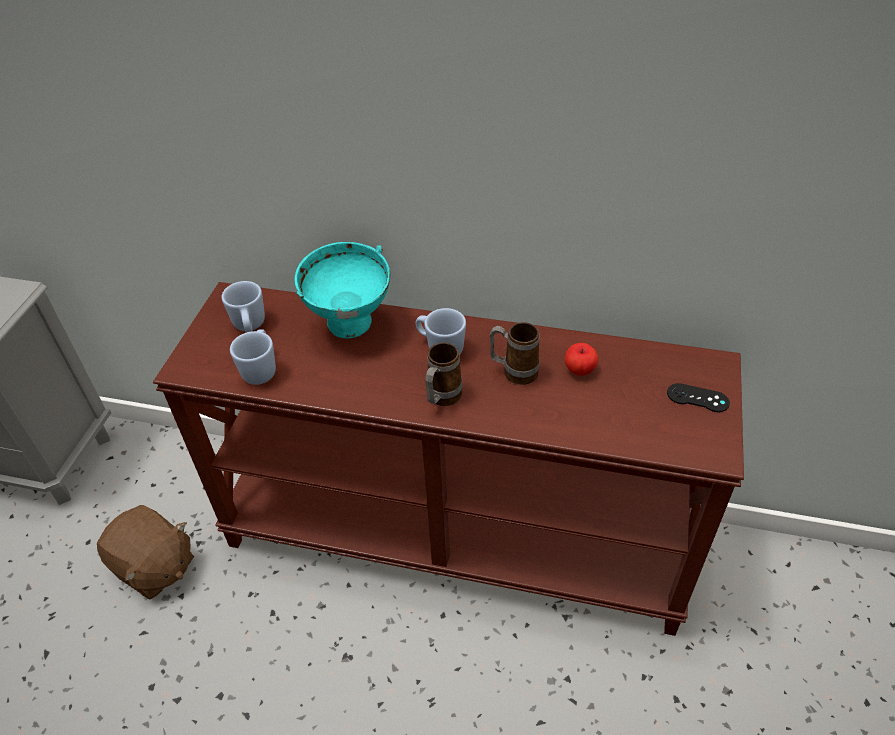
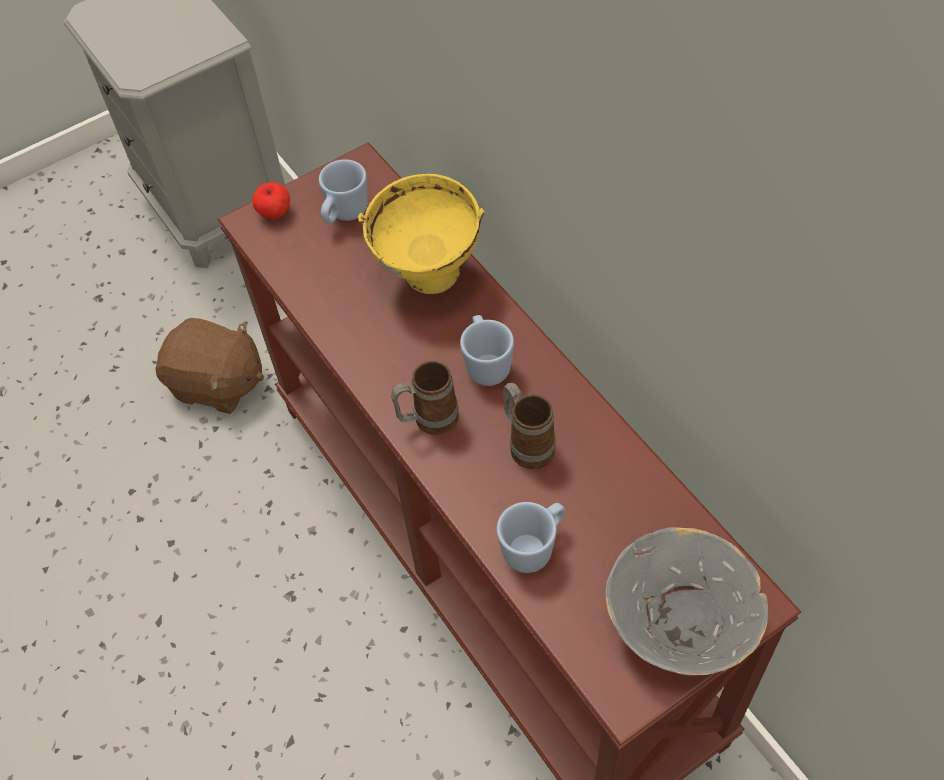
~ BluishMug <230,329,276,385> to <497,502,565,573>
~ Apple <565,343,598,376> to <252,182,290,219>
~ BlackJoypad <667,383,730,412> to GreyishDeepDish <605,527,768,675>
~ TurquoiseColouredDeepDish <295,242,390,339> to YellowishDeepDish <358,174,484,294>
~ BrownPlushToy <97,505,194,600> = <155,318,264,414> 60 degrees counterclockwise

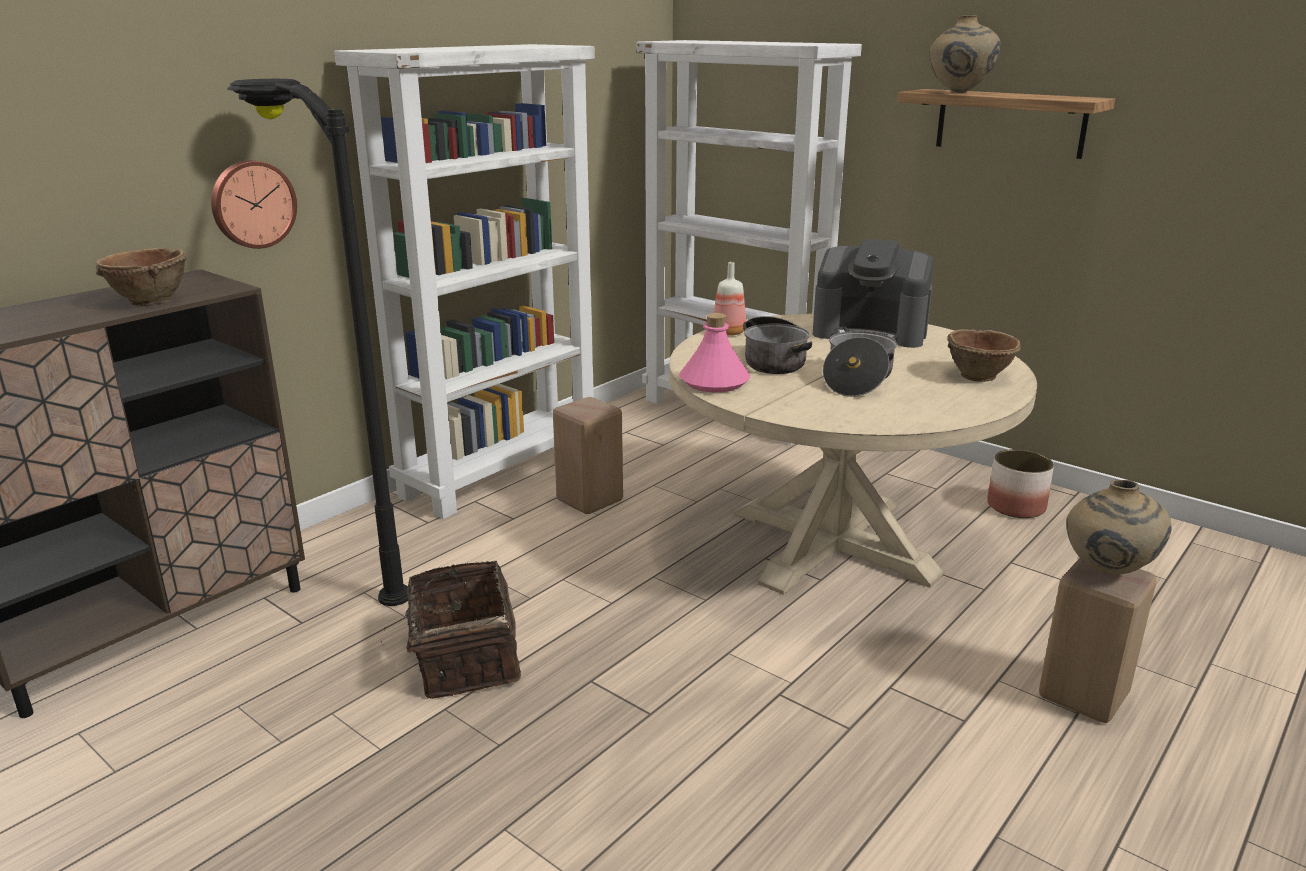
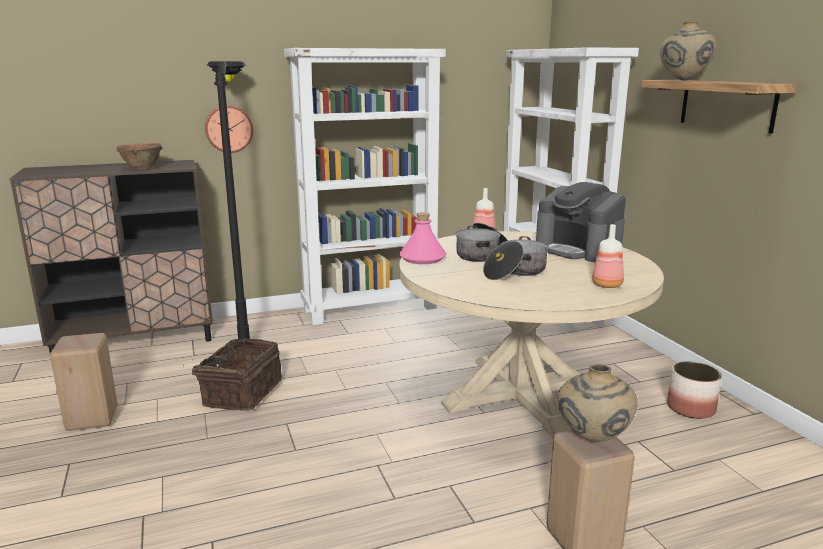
~ BeigeStool <553,397,623,514> to <50,333,118,431>
~ BrownDeepDish <947,329,1021,382> to Bottle <592,224,624,288>

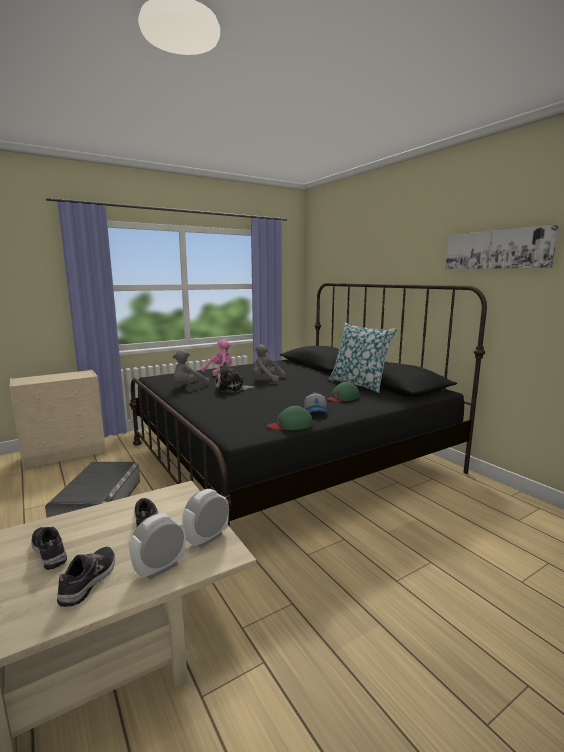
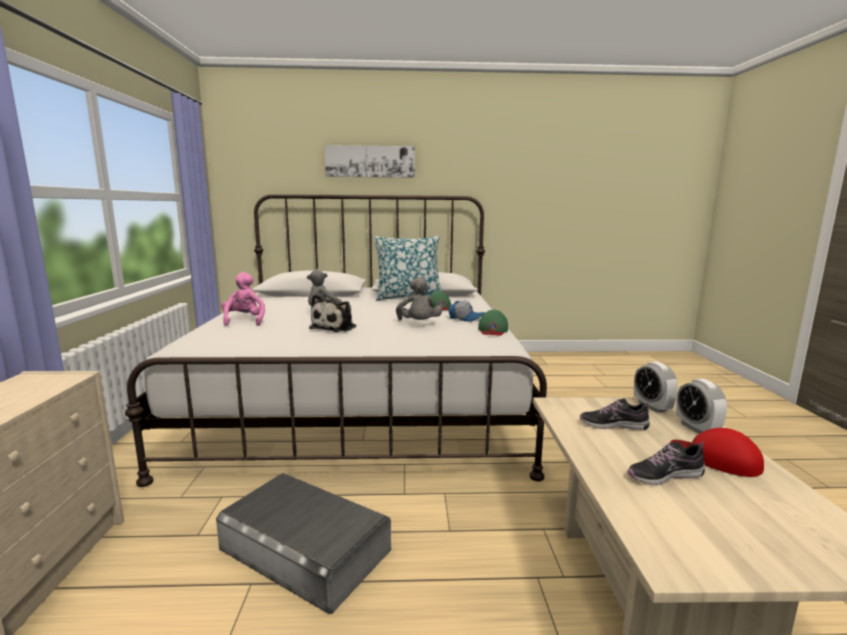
~ GreyishPlushToy <173,350,210,384> to <396,277,442,320>
~ Picture <446,225,559,269> to <325,145,415,178>
~ LowShoe <57,547,115,607> to RedPeakedCap <671,428,764,477>
~ BlackBedroomBed <129,283,487,527> to WhiteBedroomBed <125,194,547,487>

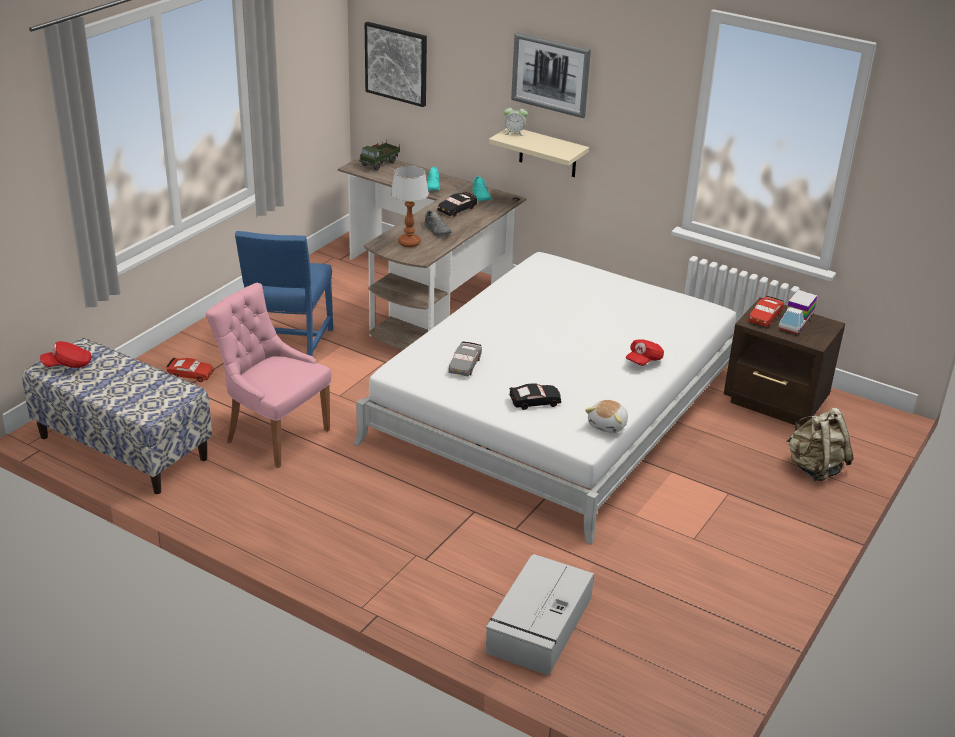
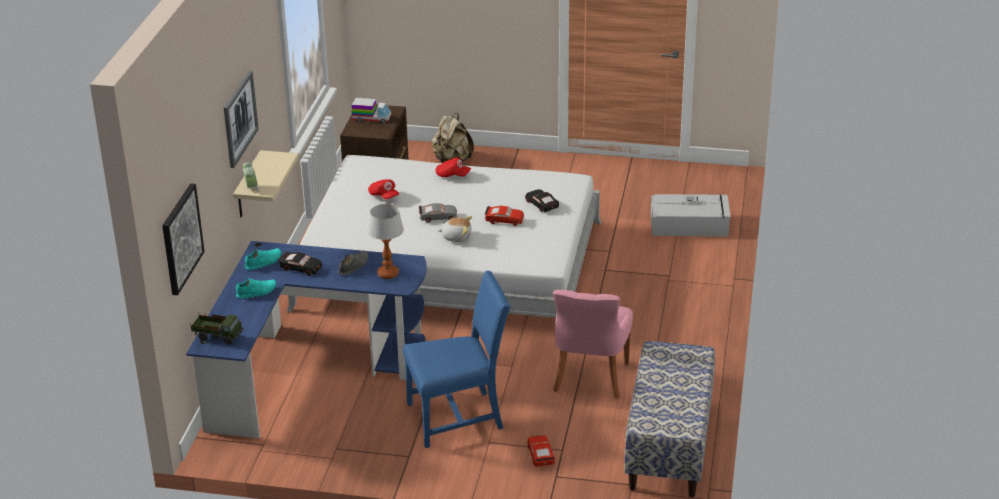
~ RedPeakedCap <40,341,91,368> to <368,179,399,199>
~ GreyishModelCar <448,341,482,376> to <419,203,457,223>
~ PlushToy <585,400,628,433> to <438,216,472,242>
~ RedModelCar <748,295,784,327> to <485,206,524,226>
~ BrownDesk <338,157,527,350> to BluishDesk <186,241,427,438>

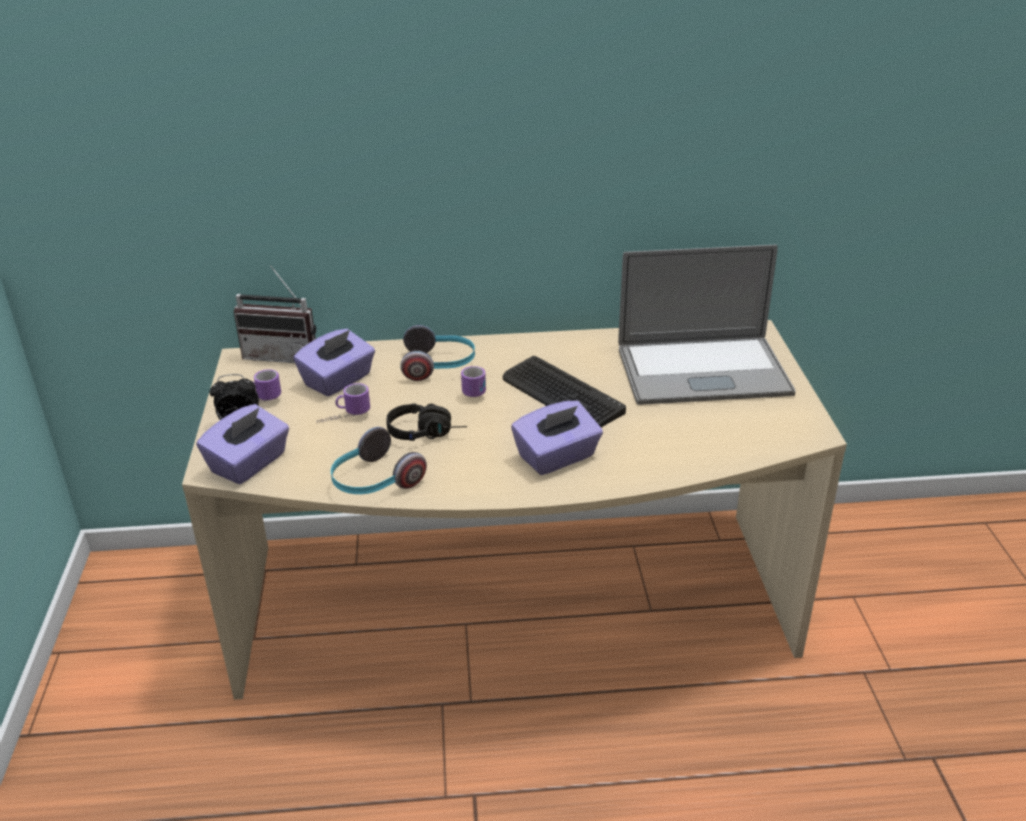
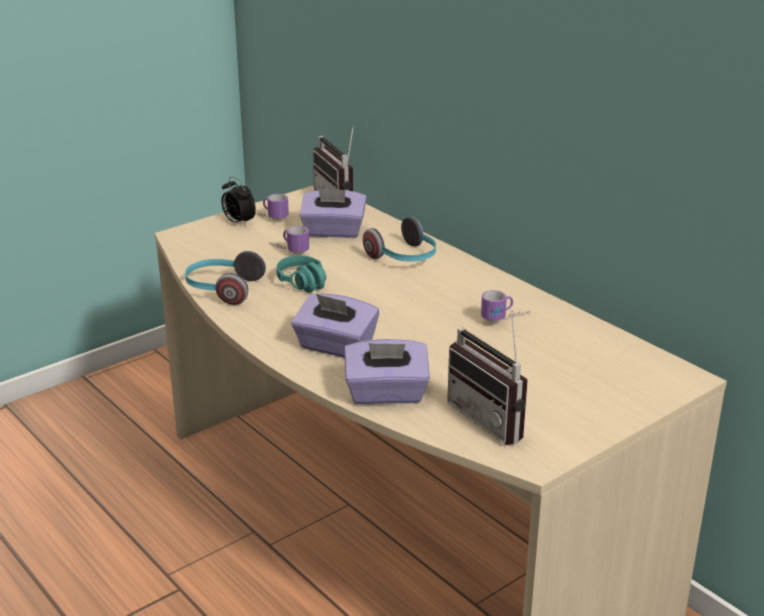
- Keyboard <503,356,626,427>
- NotebookComputer <618,245,796,405>
+ RadioReceiver <447,310,528,445>
~ PurpleColouredTissueHolder <197,404,289,484> to <344,339,430,405>
~ Mug <461,366,486,397> to <481,290,530,321>
~ BlackHeadset <386,403,467,441> to TurquoiseColouredHeadset <276,255,326,293>

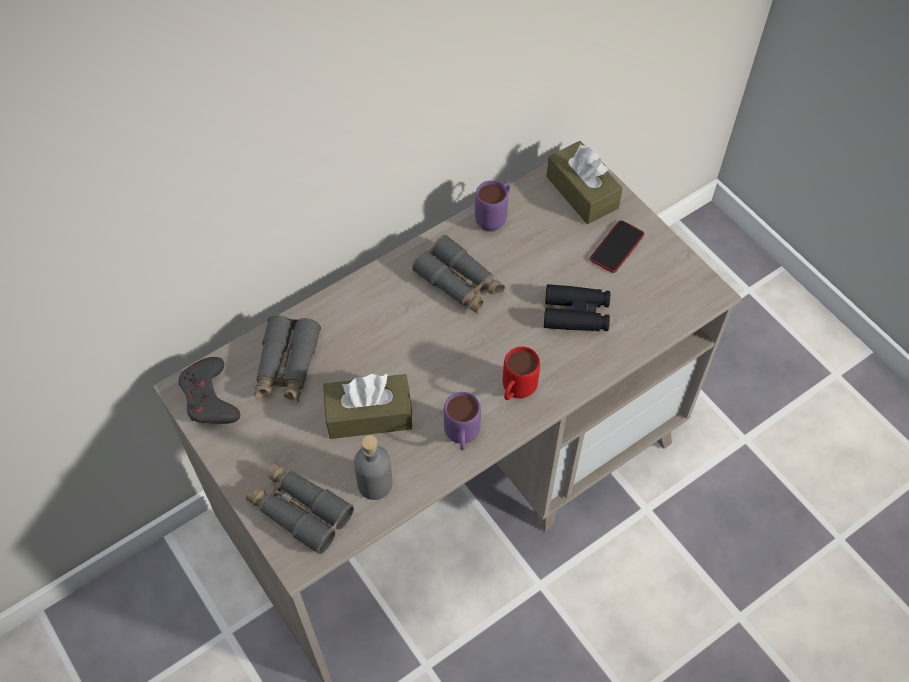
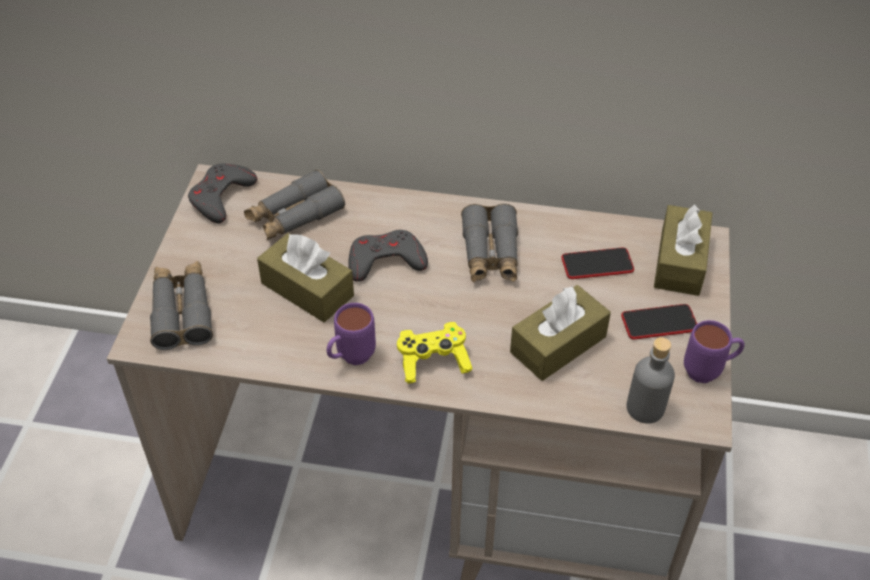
+ GreyishJoypad <348,230,428,282>
+ Telephone <561,247,634,279>
~ GreyishBottle <354,435,392,500> to <626,337,675,424>
~ PurpleColouredMug <475,180,510,232> to <684,320,745,383>
~ RedMug <503,347,540,400> to YellowishJoypad <397,322,473,384>
~ BlackBinoculars <544,284,610,331> to BrownTissueHolder <510,285,611,381>

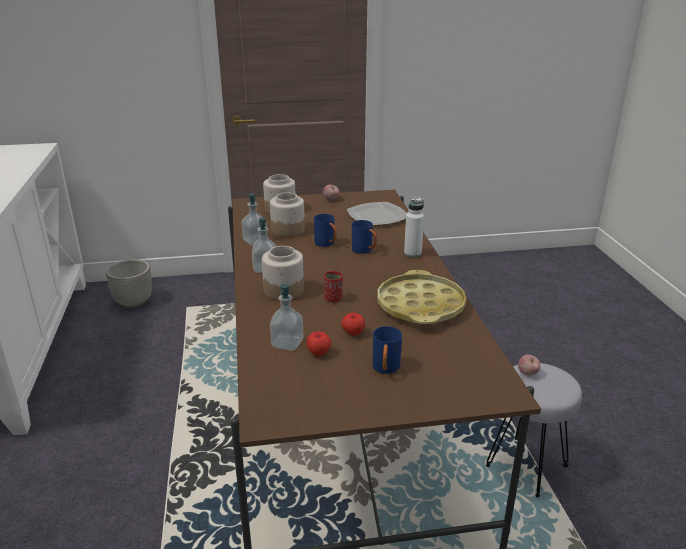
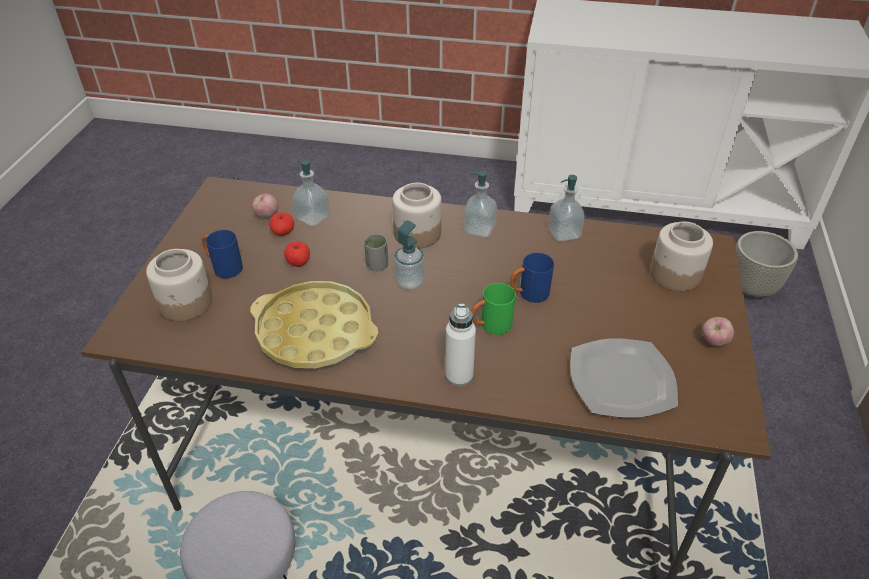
+ SoapBottle <394,220,425,289>
~ Jar <270,192,305,237> to <146,249,212,321>
~ Apple <518,355,540,375> to <252,193,279,218>
~ RedDrinkingCup <324,271,343,302> to GreyishDrinkingCup <364,234,388,271>
~ BluishMug <352,220,377,254> to GreenishMug <472,283,516,335>

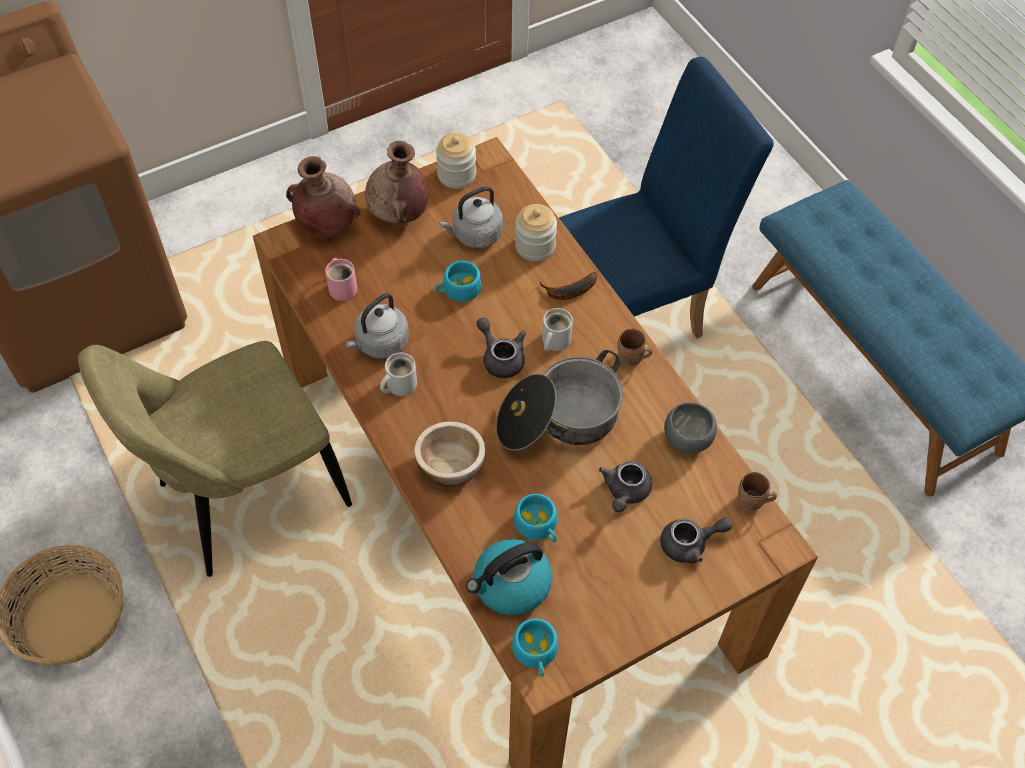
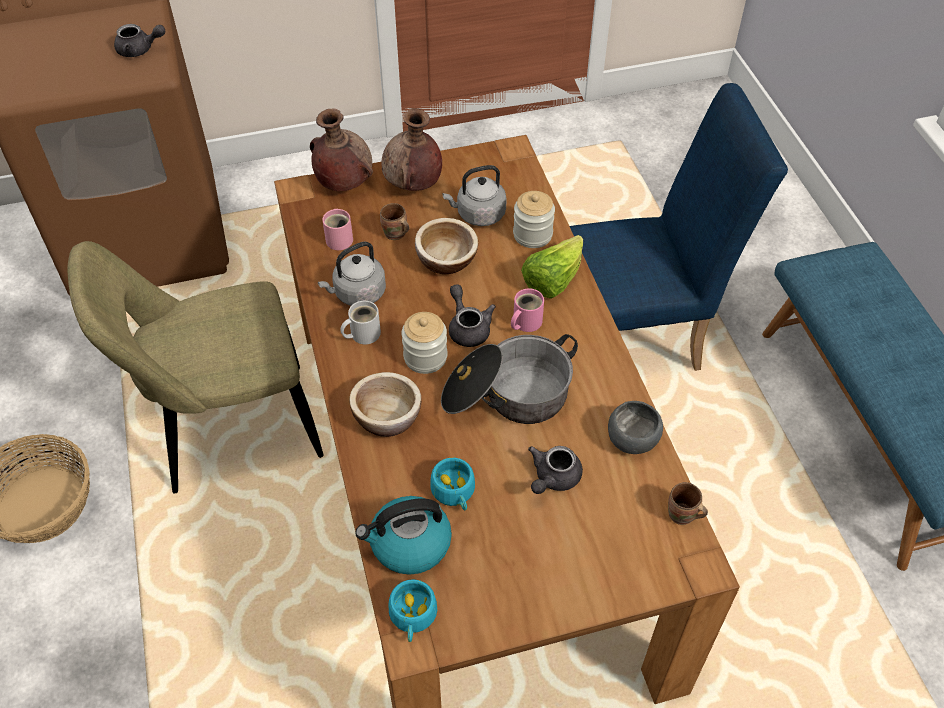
~ Jar <436,133,476,189> to <401,312,447,374>
~ BrownMug <618,328,652,367> to <380,203,409,240>
~ GreyishTeaPot <660,518,732,564> to <114,24,165,57>
~ TurquoiseColouredDrinkingCup <435,261,482,302> to DeepDish <415,218,478,274>
~ BananaFruit <540,272,597,300> to HeadOfLettuce <521,235,583,299>
~ WhiteMug <542,308,573,352> to PinkMug <511,288,544,332>

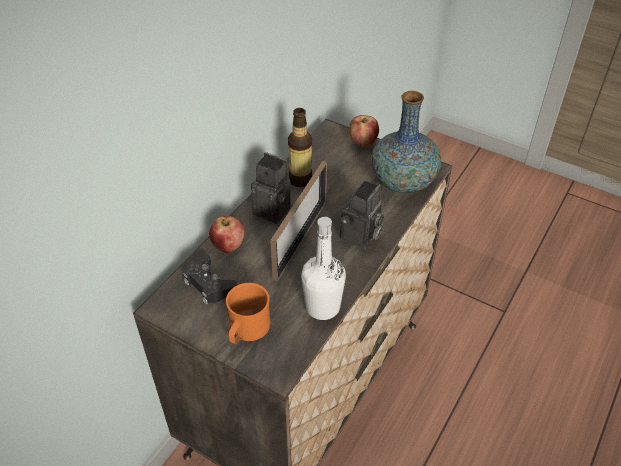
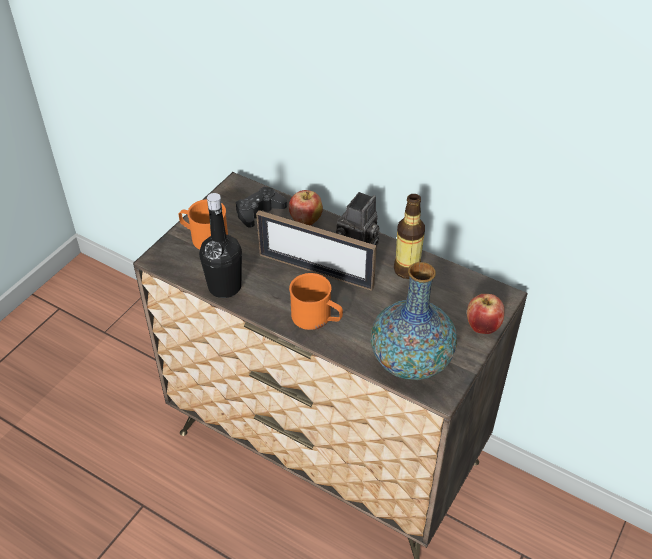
~ PhotoCamera <340,180,384,249> to OrangeColouredMug <289,273,343,330>
~ WhiteBottle <301,217,346,320> to BlackBottle <199,193,242,298>

